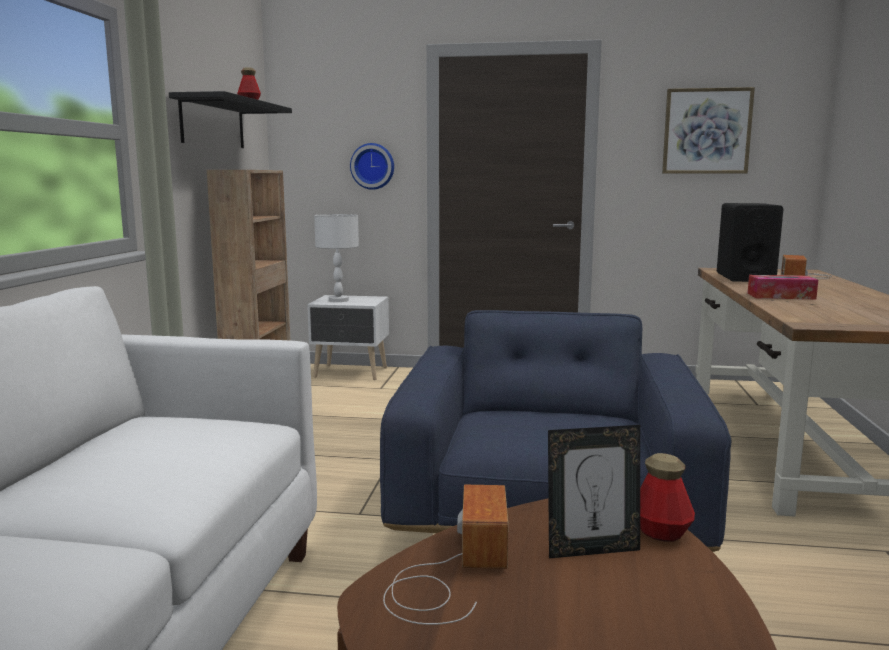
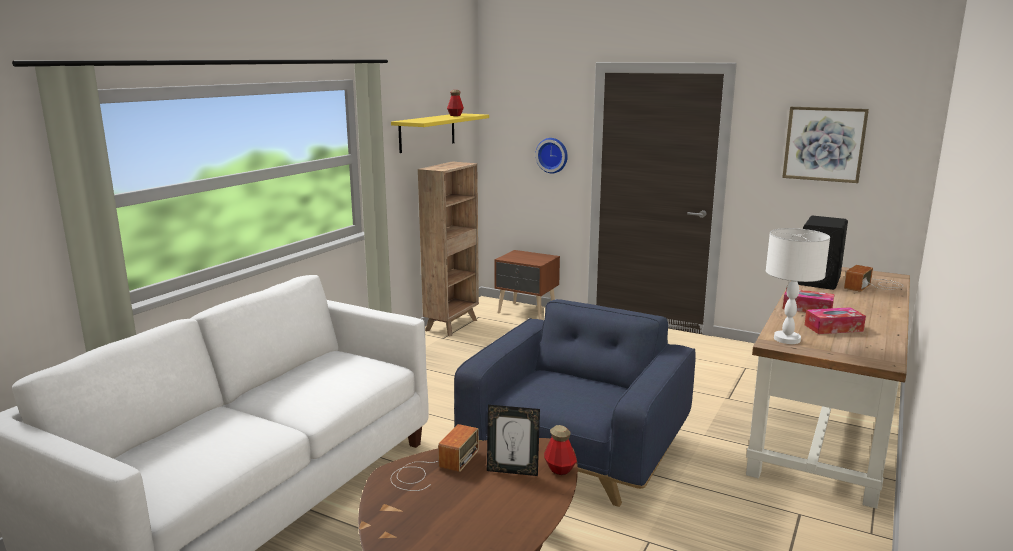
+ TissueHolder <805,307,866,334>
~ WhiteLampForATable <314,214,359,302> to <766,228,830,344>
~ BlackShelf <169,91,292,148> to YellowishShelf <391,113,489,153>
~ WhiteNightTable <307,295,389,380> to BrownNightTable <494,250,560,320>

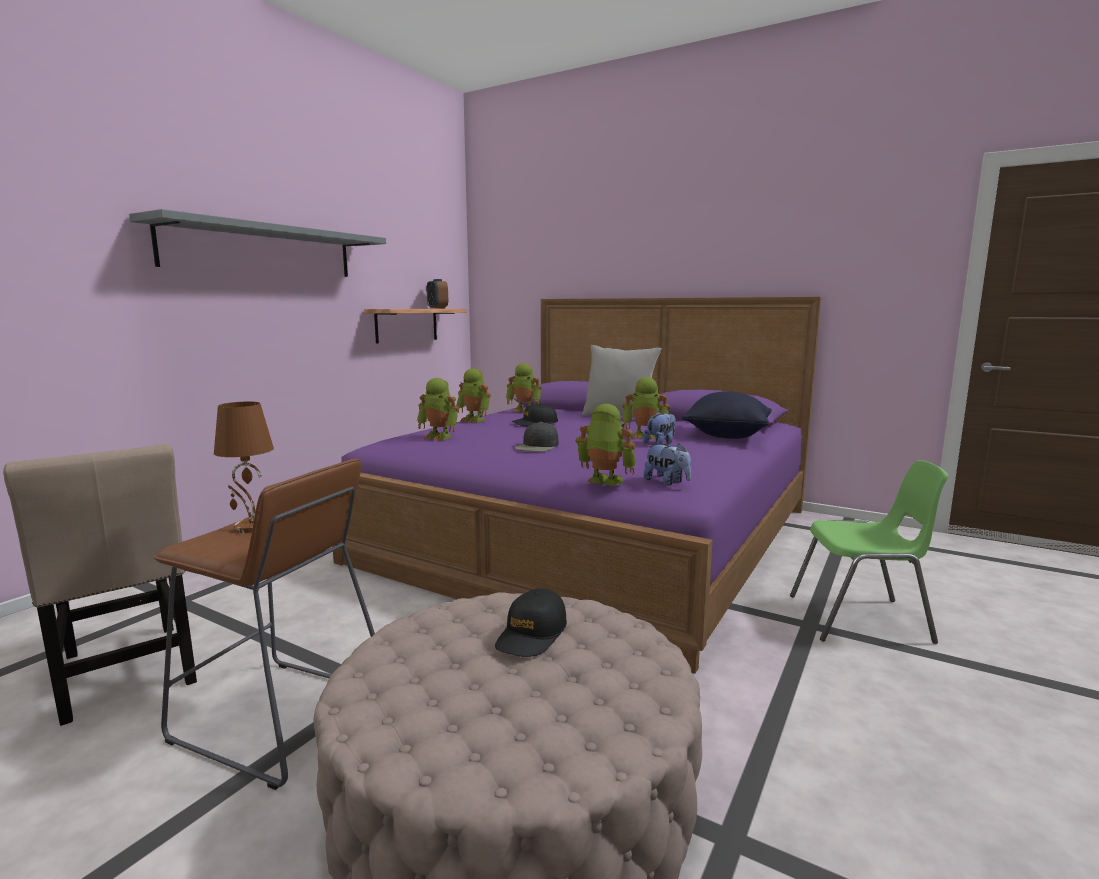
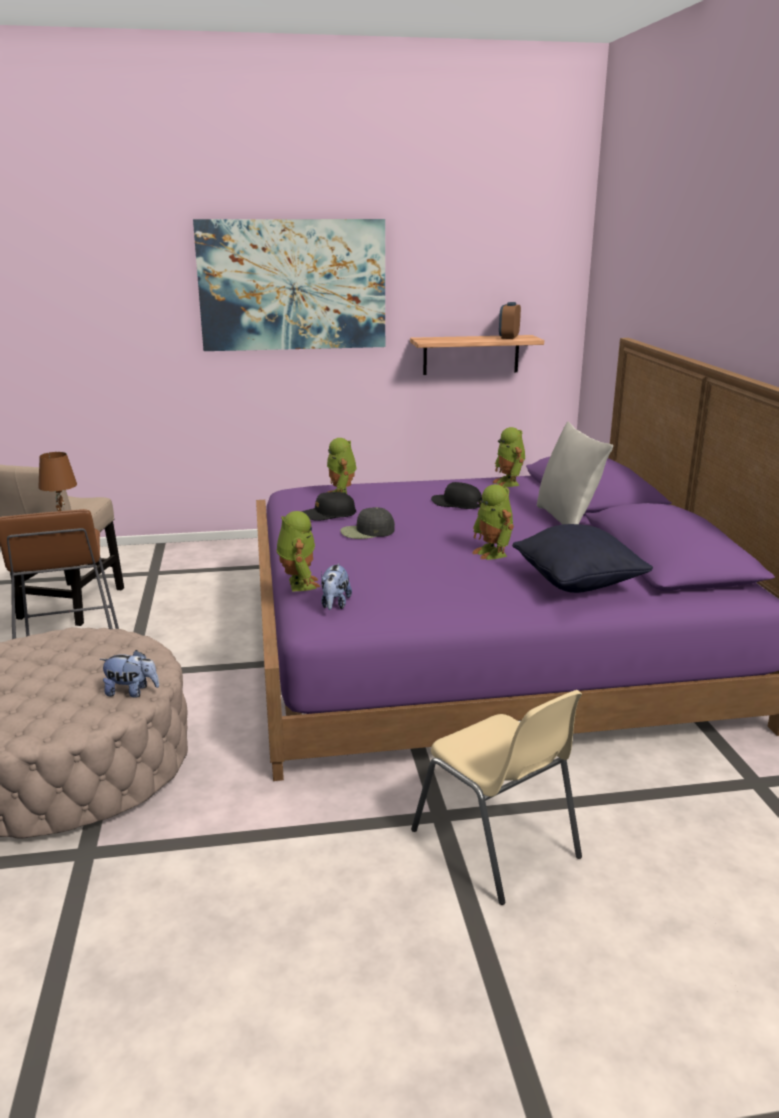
- ModelRobot <457,368,491,423>
~ BlackPeakedCap <495,588,567,657> to <301,492,356,521>
~ PlushToy <643,411,676,444> to <99,650,159,698>
~ GreyishShelf <129,209,386,277> to Picture <193,219,385,351>
~ GreenishUprightChair <790,460,948,644> to BeigeUprightChair <411,690,582,905>

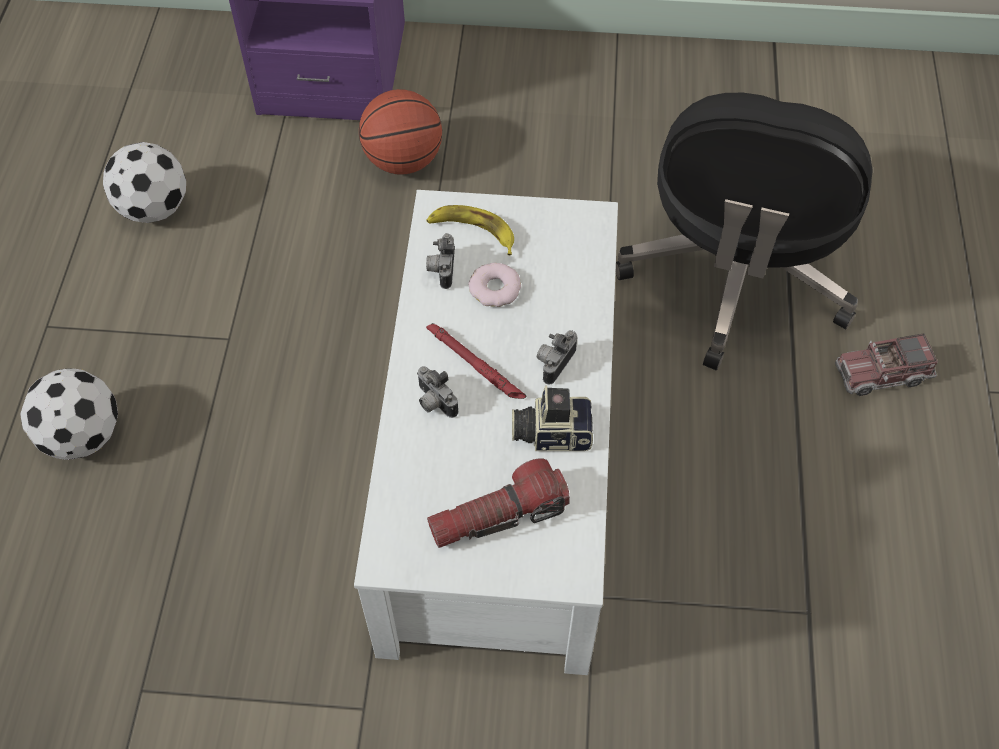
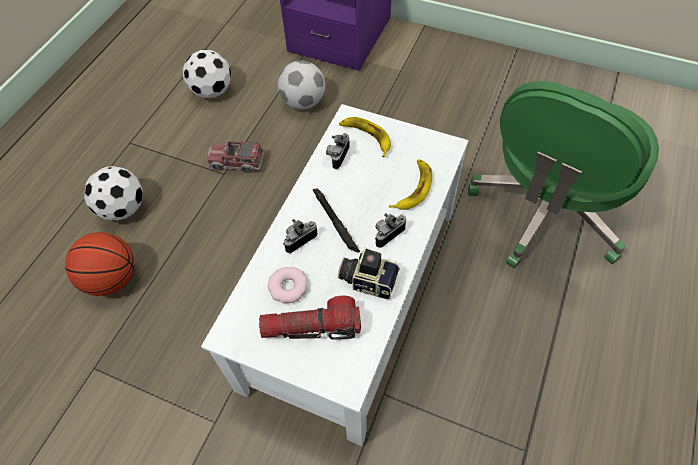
+ FootballBall <278,61,325,110>
+ BananaFruit <389,159,432,210>
~ BasketballBall <359,89,442,175> to <65,232,134,296>
~ Doughnut <468,263,521,307> to <268,267,308,303>
~ ToyLorry <835,333,938,396> to <207,140,265,173>
~ RedTorch <426,323,526,399> to BlackTorch <313,188,360,252>
~ BlackComputerChair <616,93,873,371> to GreenishComputerChair <468,81,659,268>
~ PhotoCamera <417,366,458,418> = <283,219,318,253> 75 degrees clockwise

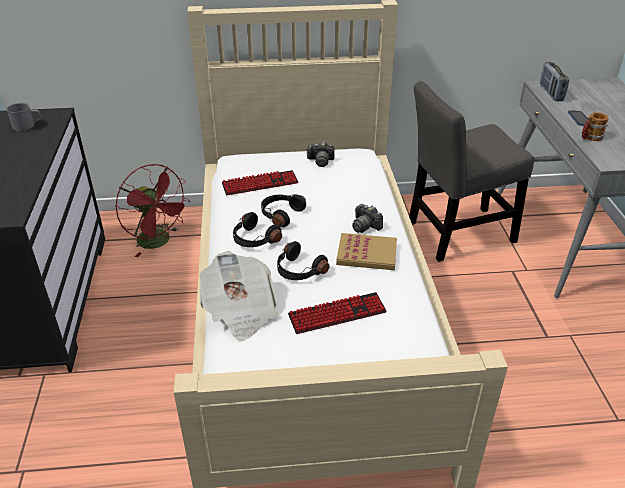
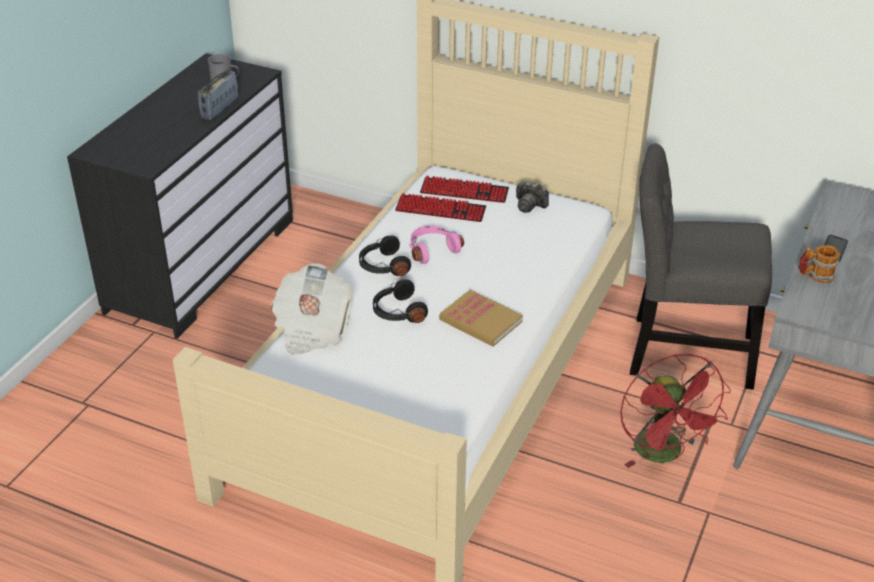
- PhotoCamera <352,204,383,233>
~ RedElectricFan <116,164,189,257> to <620,354,731,468>
~ Keyboard <288,292,387,334> to <420,176,509,203>
~ RadioReceiver <540,62,569,101> to <198,70,238,120>
~ BlackHeadset <261,194,306,227> to PinkHeadset <409,226,464,264>

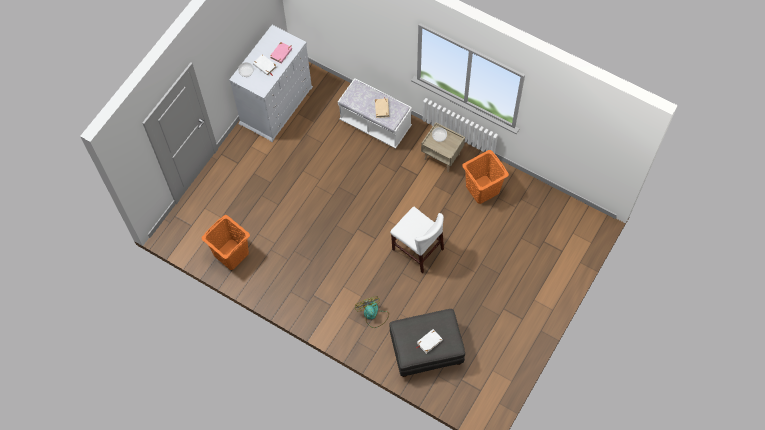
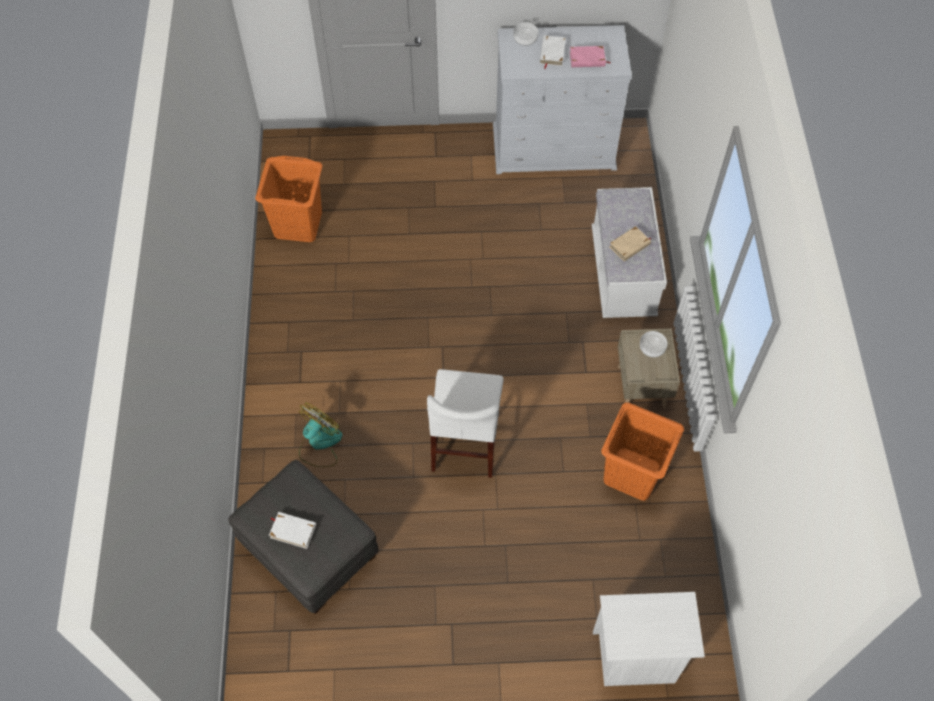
+ WhiteNightTable <593,592,705,686>

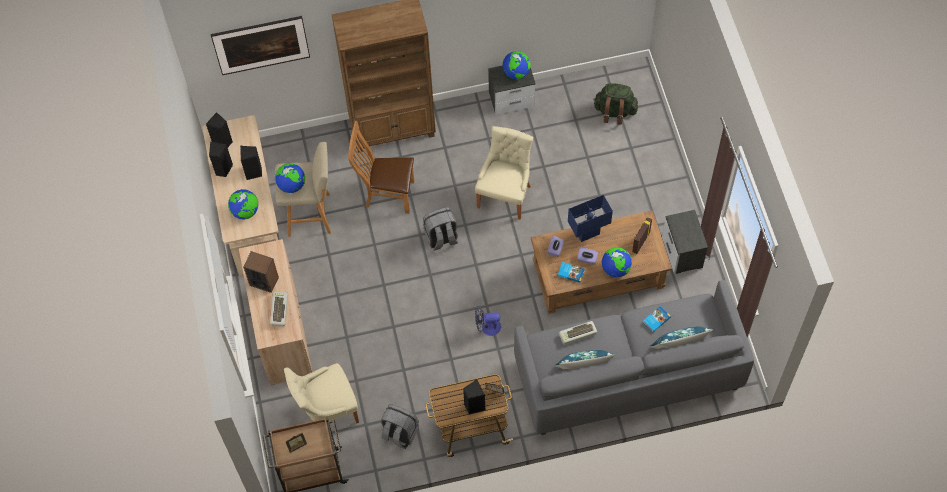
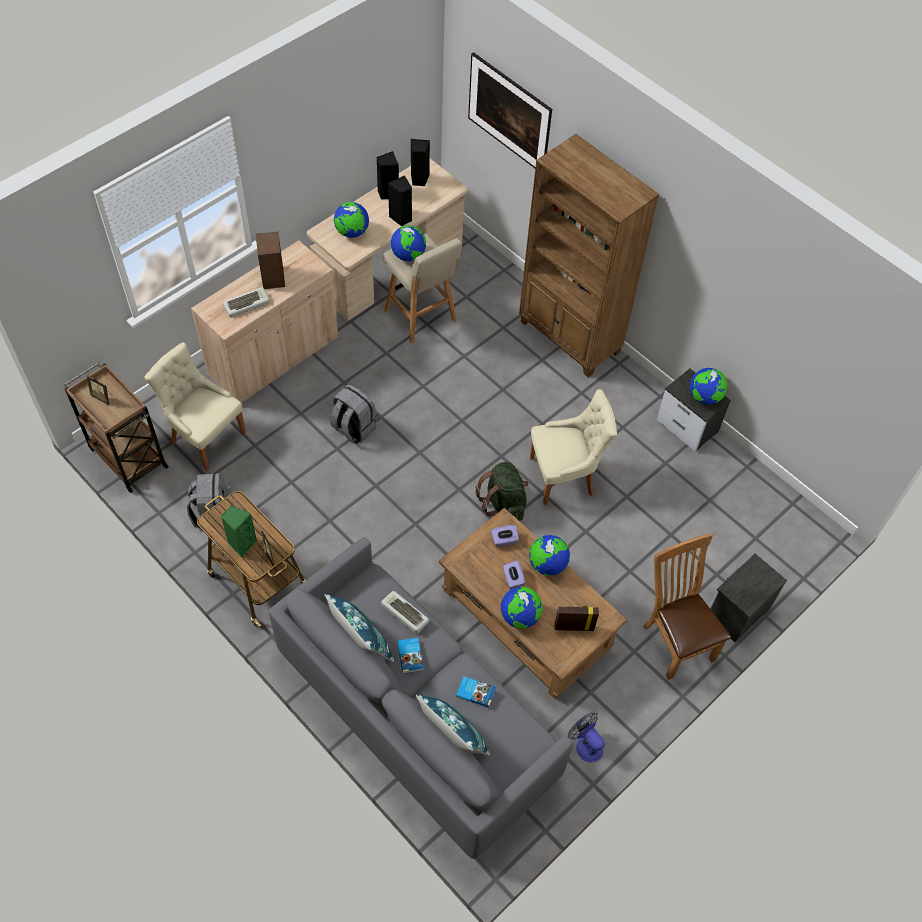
~ BrownUprightChair <348,121,414,214> to <643,533,731,680>
~ GreyishKnapsack <423,207,458,251> to <330,384,377,444>
~ ElectricFan <475,306,501,336> to <568,712,605,763>
~ Volume <557,262,585,283> to <397,638,424,674>
~ GreenishKnapsack <593,83,638,124> to <476,462,529,521>
~ NightTable <662,210,708,274> to <709,554,787,643>
~ BluishLampForATable <568,195,613,242> to Globe <529,535,570,576>
~ BlackSpeaker <463,379,486,414> to GreenishSpeaker <221,505,257,557>

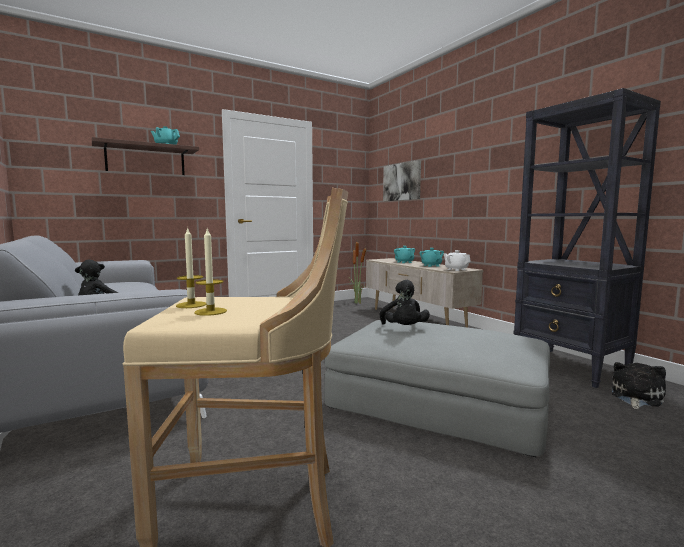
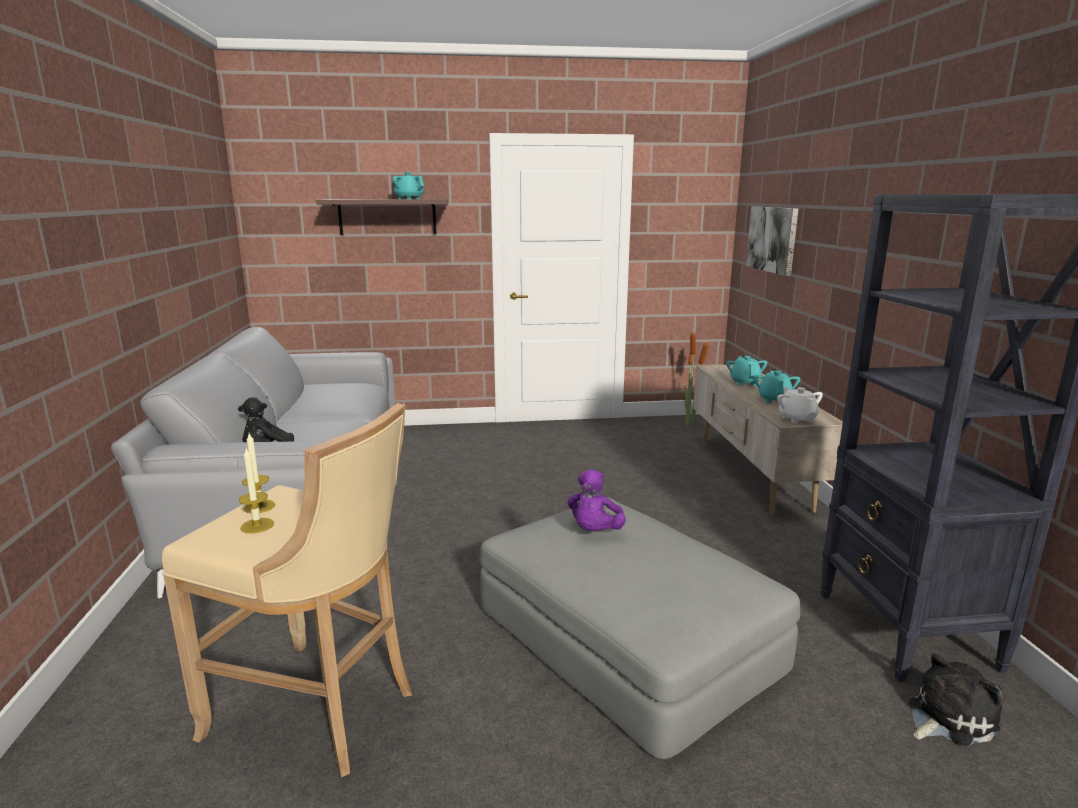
~ BlackPlushToy <380,280,430,325> to PurpleColouredPlushToy <567,469,626,531>

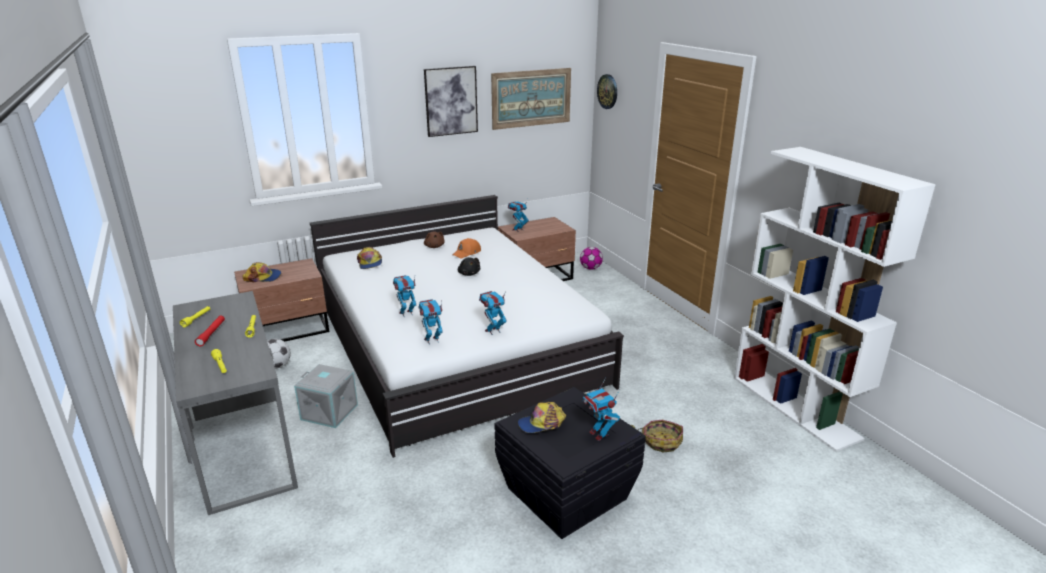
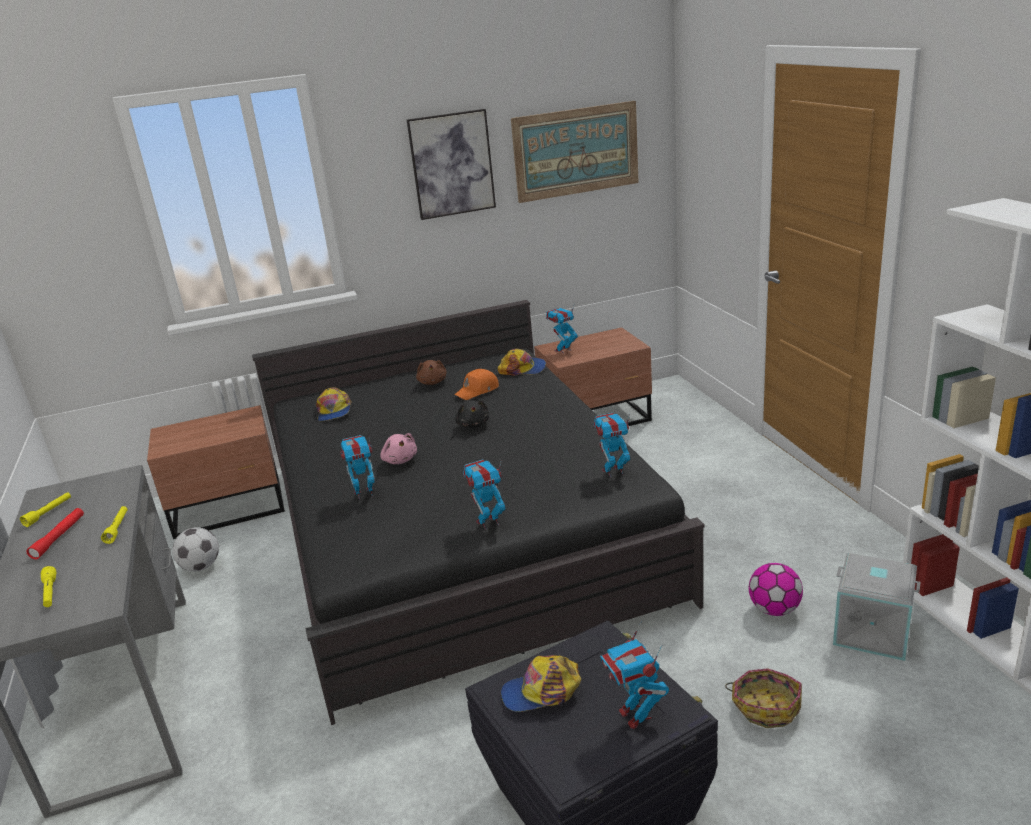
- WallClock <597,74,617,109>
+ PinkPlushToy <380,433,417,464>
~ PeakedCap <243,262,281,282> to <497,349,546,376>
~ GreyishStorageBin <294,364,358,428> to <833,553,921,661>
~ ModelRobot <418,299,443,345> to <593,413,630,477>
~ FootballBall <580,247,603,270> to <749,563,803,616>
~ WhiteBedroomBed <310,195,624,458> to BlackBedroomBed <252,300,705,725>

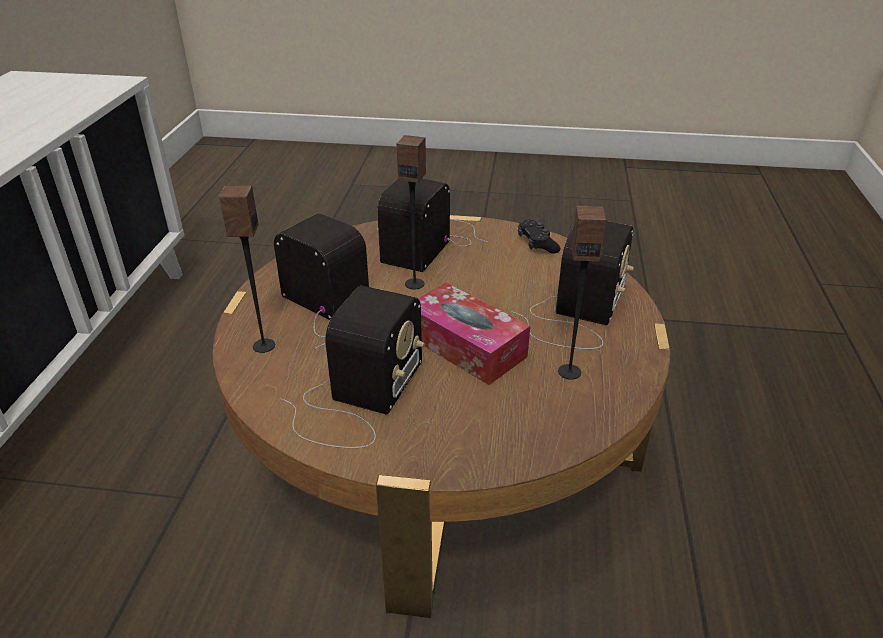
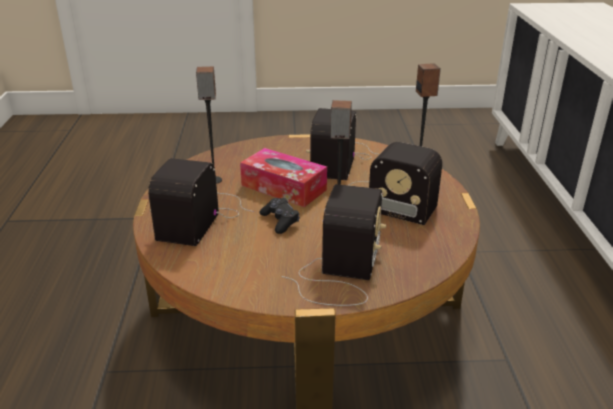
~ BlackJoypad <518,219,560,253> to <259,198,299,234>

